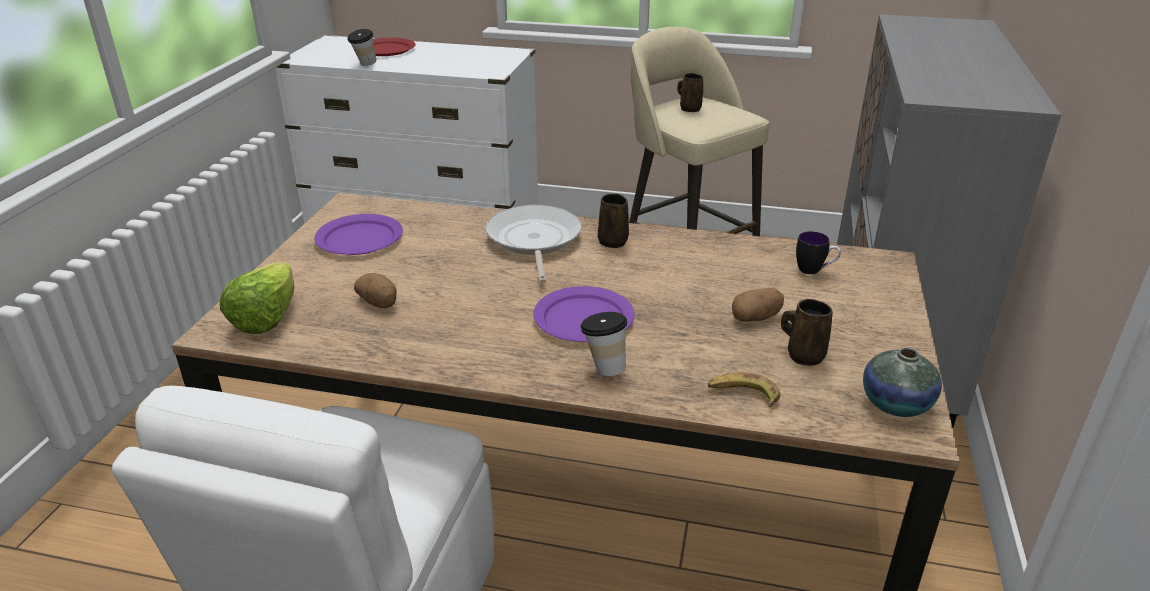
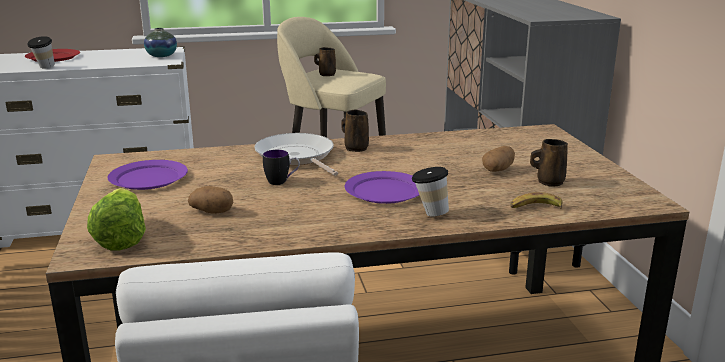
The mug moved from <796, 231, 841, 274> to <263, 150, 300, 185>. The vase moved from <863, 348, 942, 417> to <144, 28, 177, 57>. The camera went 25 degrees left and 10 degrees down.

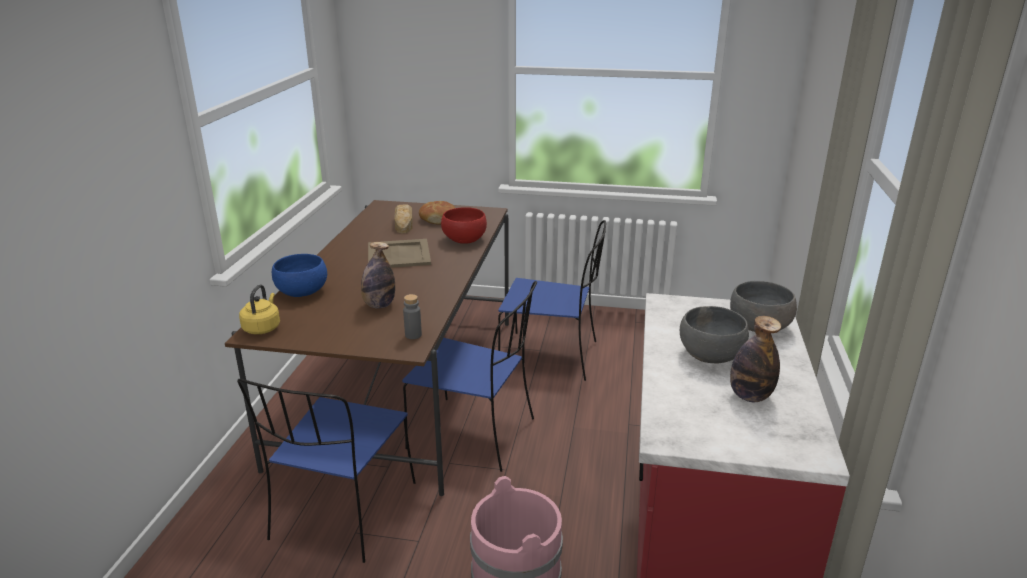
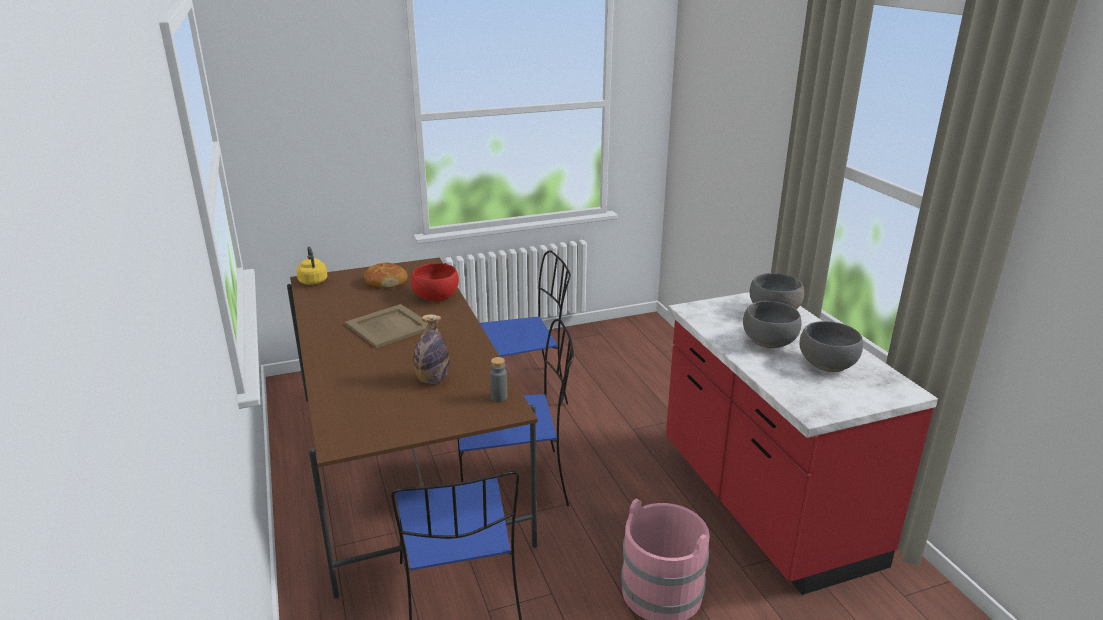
The pain at <394, 204, 413, 233> disappeared. The bol (bleu) at <272, 254, 327, 297> disappeared. The bouilloire (jaune) moved from <239, 284, 280, 334> to <296, 246, 327, 285>. The bouteille at <730, 316, 781, 402> was replaced by the bol (gris) at <799, 321, 863, 372>. The camera went 30 degrees left and 0 degrees up.

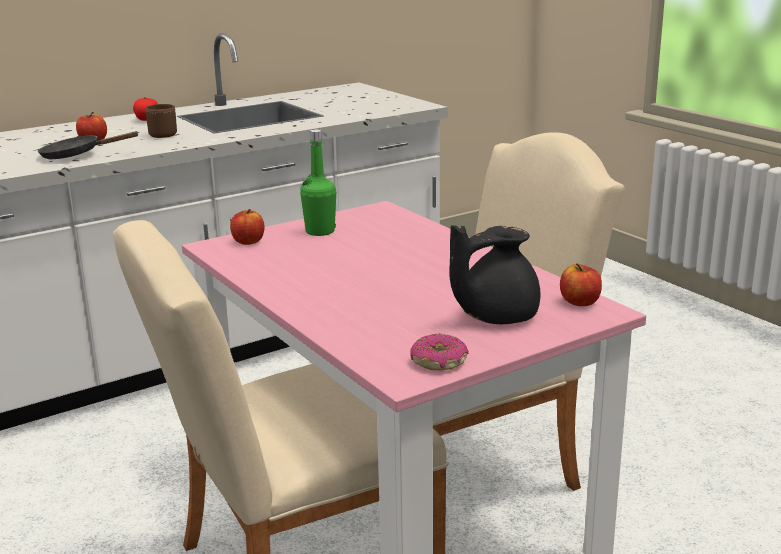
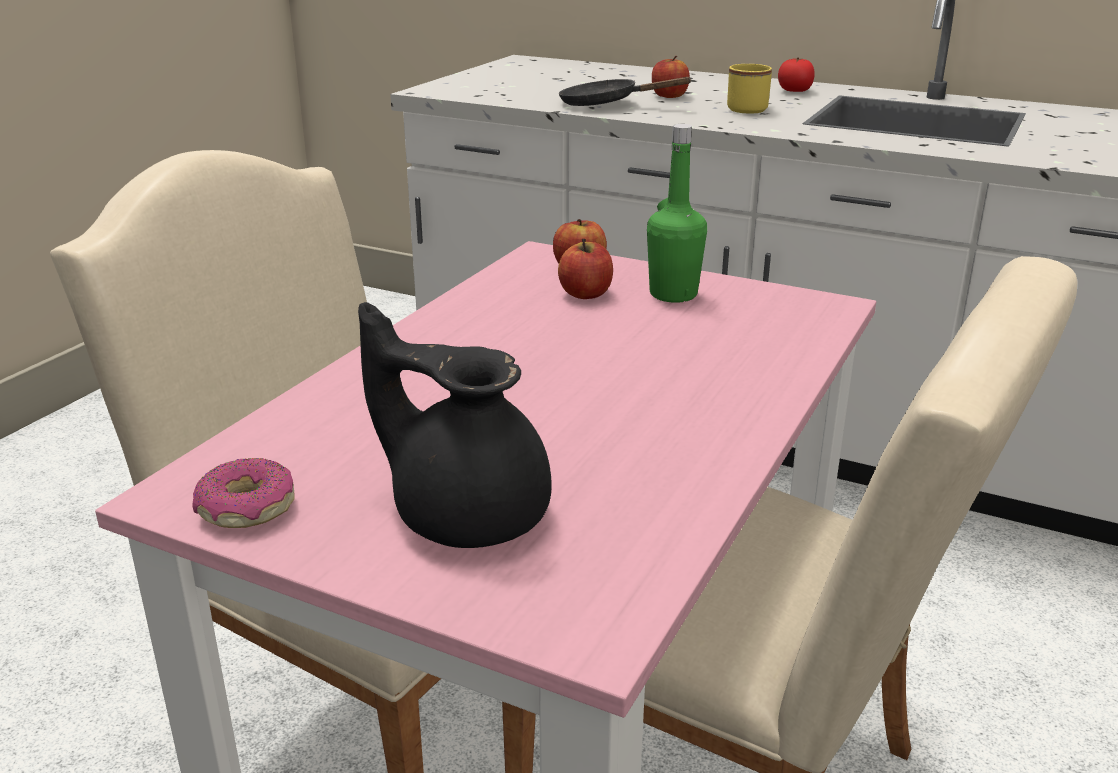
The mug (marron) at <145, 104, 177, 138> became the mug (jaune) at <727, 64, 772, 113>. The poêle (noir) at <38, 131, 139, 159> turned 45 degrees counterclockwise. The pomme moved from <560, 263, 602, 306> to <558, 239, 613, 299>. The camera went 60 degrees right and 5 degrees up.

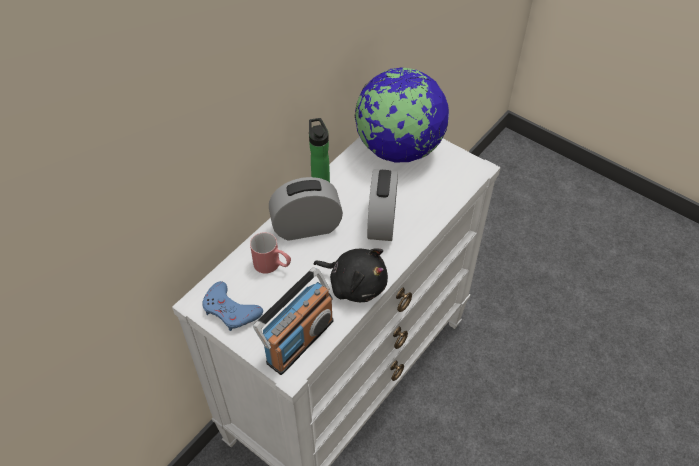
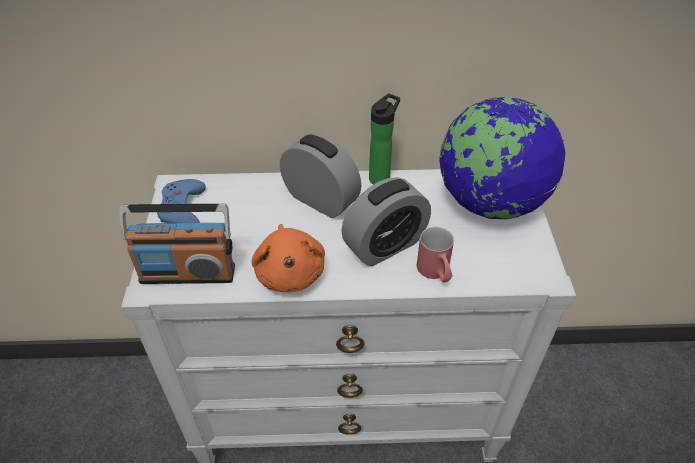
The mug (rouge) moved from <250, 232, 291, 274> to <417, 227, 454, 283>. The peluche (noir) at <314, 248, 388, 302> became the peluche (orange) at <252, 224, 325, 292>. The camera went 50 degrees right and 5 degrees down.

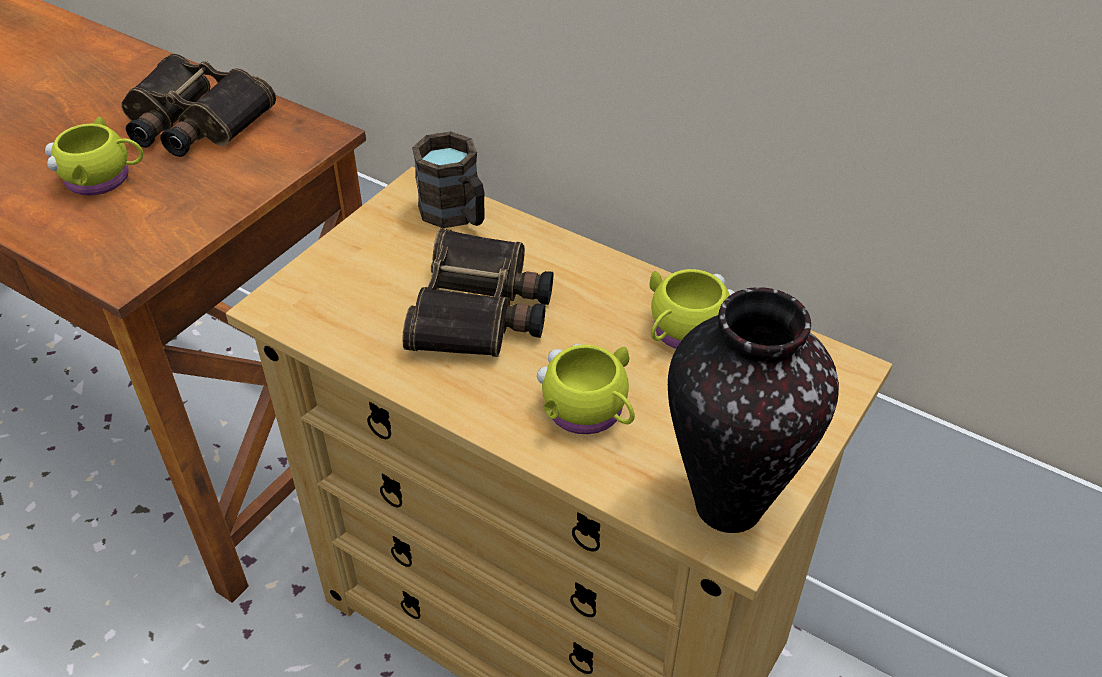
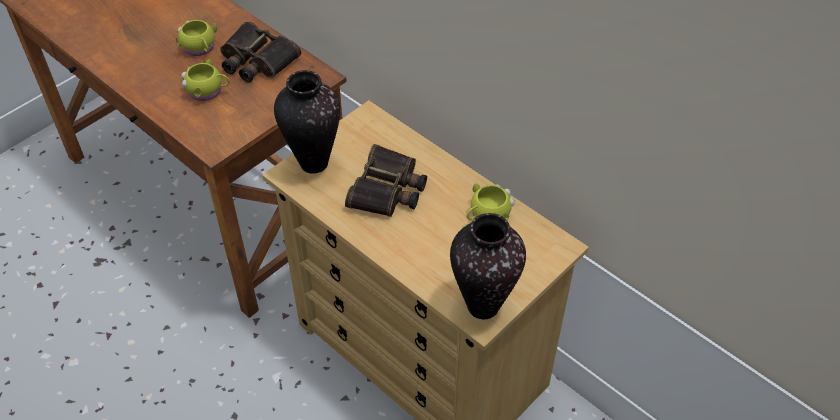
The mug (marron) at <412, 131, 485, 228> disappeared. The mug (jaune) moved from <537, 344, 635, 434> to <176, 20, 217, 56>. The vase at <274, 70, 341, 174> appeared. The camera went 10 degrees right and 5 degrees up.

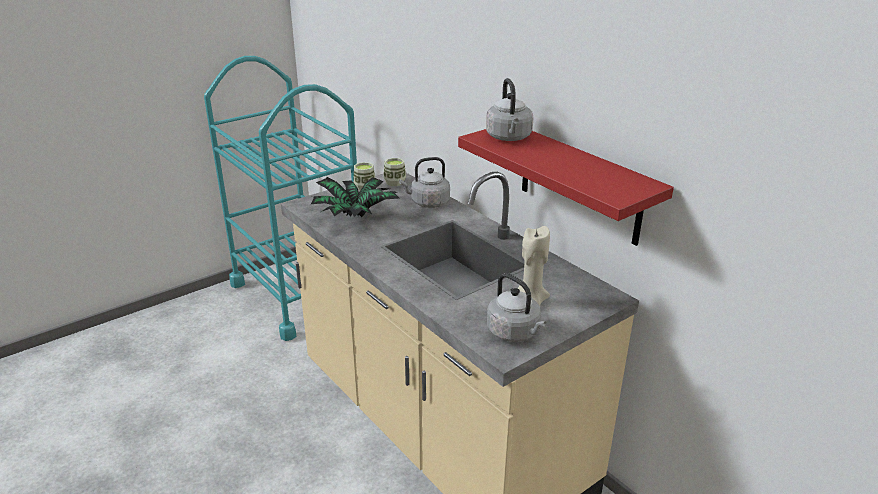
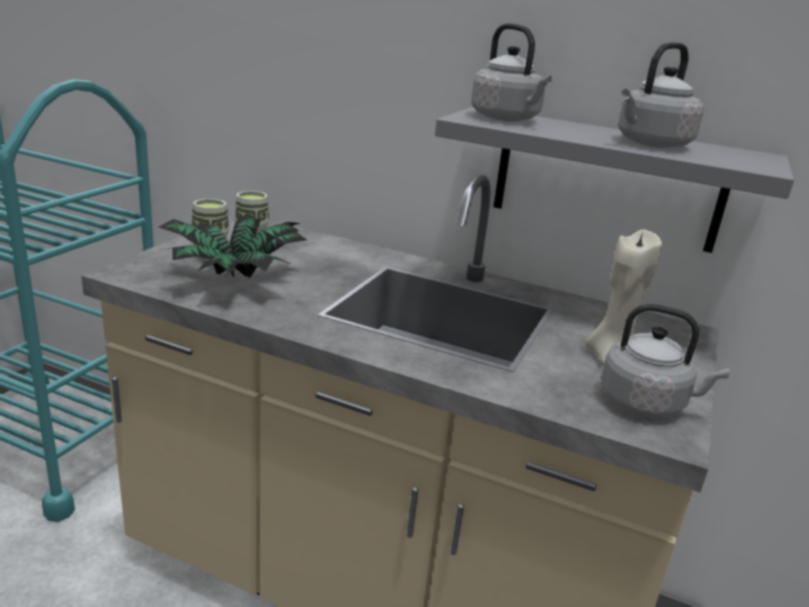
The étagère (rouge) at <458, 129, 674, 246> became the étagère (gris) at <435, 107, 794, 253>. The bouilloire (gris) moved from <399, 157, 450, 208> to <618, 42, 704, 148>. The camera went 30 degrees left and 5 degrees down.

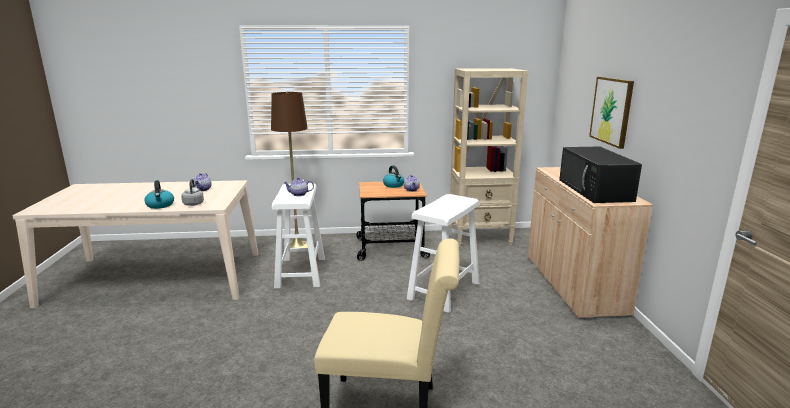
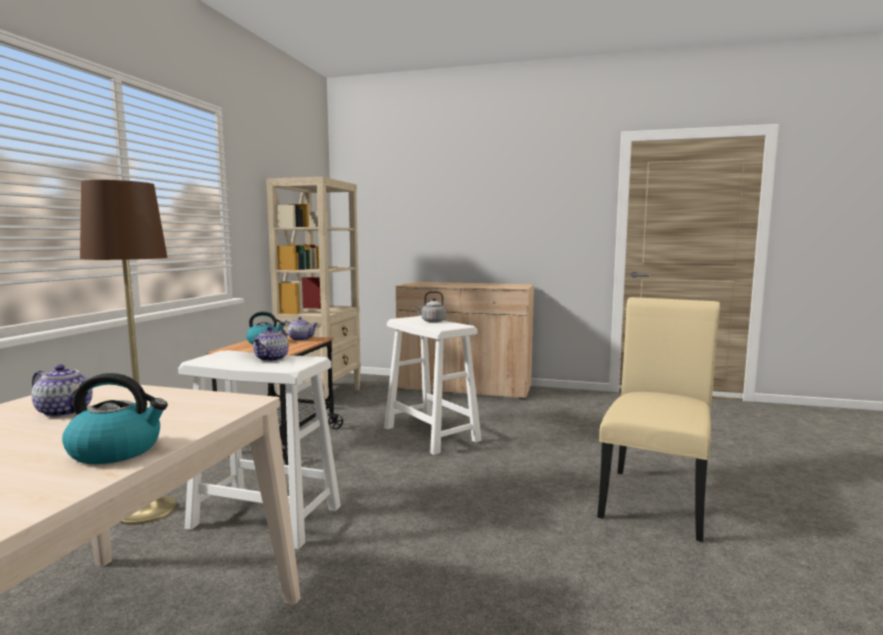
The tableau at <589, 77, 634, 149> disappeared. The micro-ondes (noir) at <559, 147, 642, 203> disappeared. The bouilloire (gris) moved from <181, 179, 204, 206> to <415, 291, 446, 323>. The camera went 70 degrees left and 10 degrees down.

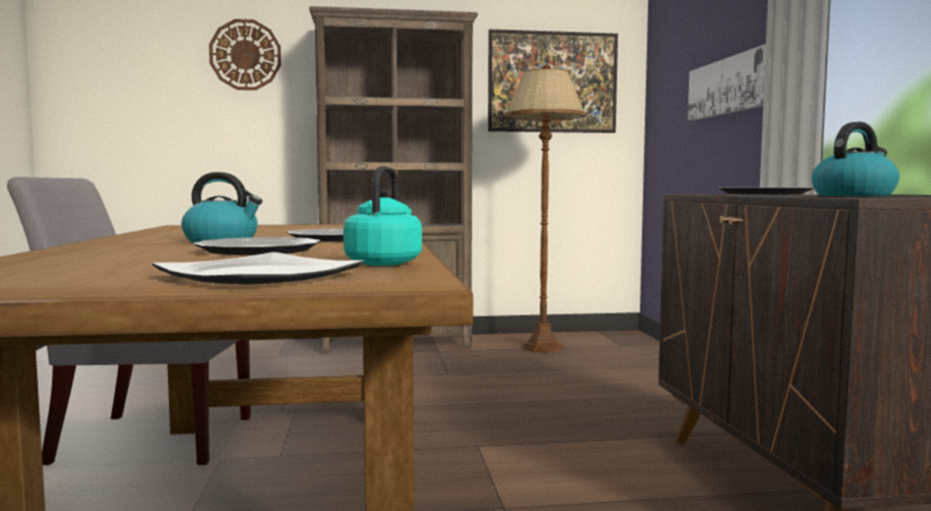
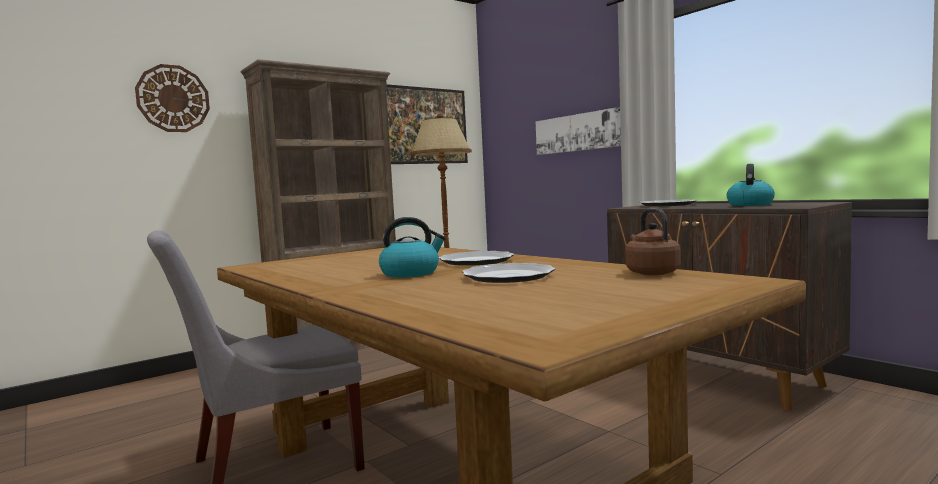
The bouilloire (turquoise) at <343, 166, 422, 266> became the bouilloire (marron) at <625, 208, 681, 275>. The assiette at <152, 252, 364, 285> disappeared. The camera went 30 degrees left and 0 degrees up.

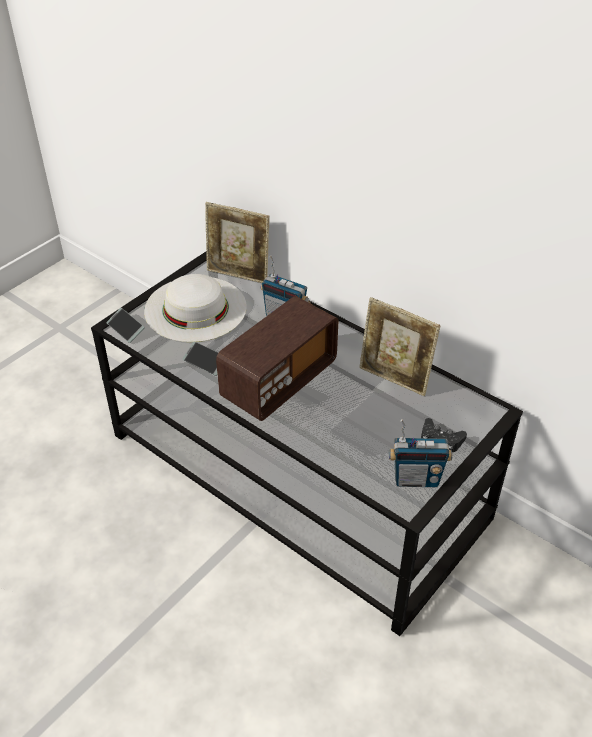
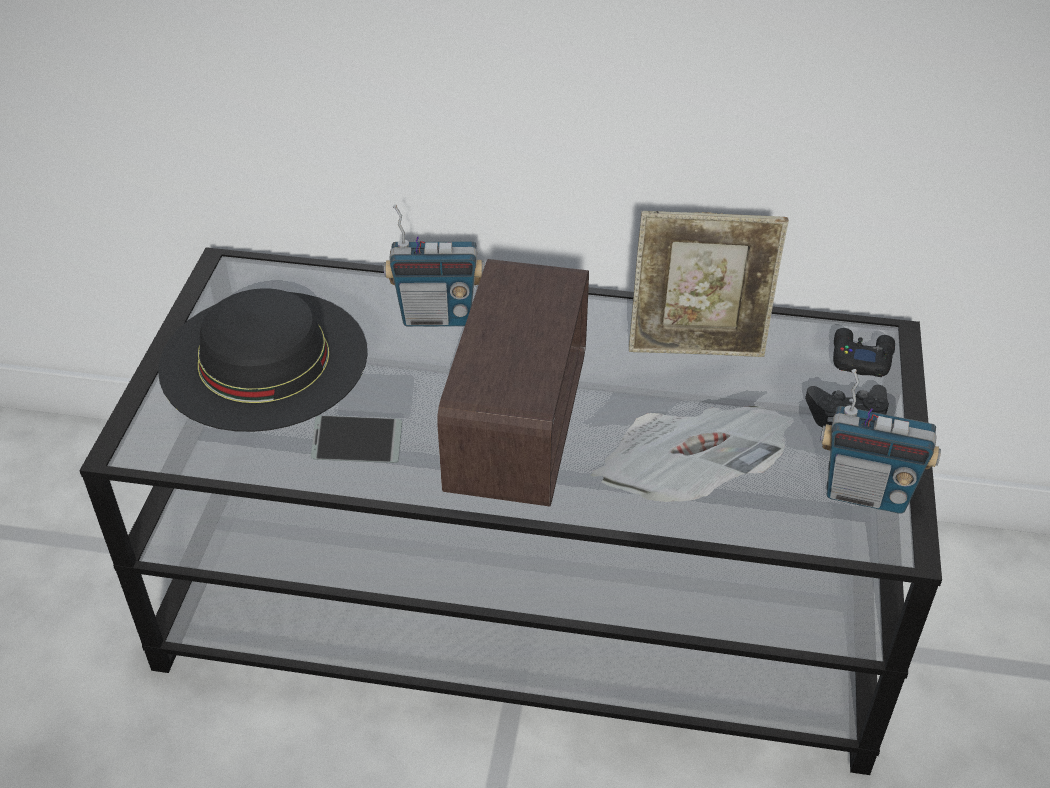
The cadre photo at <205, 202, 270, 283> disappeared. The chapeau (blanc) at <144, 274, 247, 342> became the chapeau (noir) at <158, 288, 367, 432>. The téléphone at <107, 308, 145, 343> disappeared. The radio at <389, 419, 452, 487> turned 45 degrees clockwise. The manette (noir) at <833, 328, 895, 377> appeared. The journal at <591, 406, 794, 502> appeared. The camera went 30 degrees left and 0 degrees up.

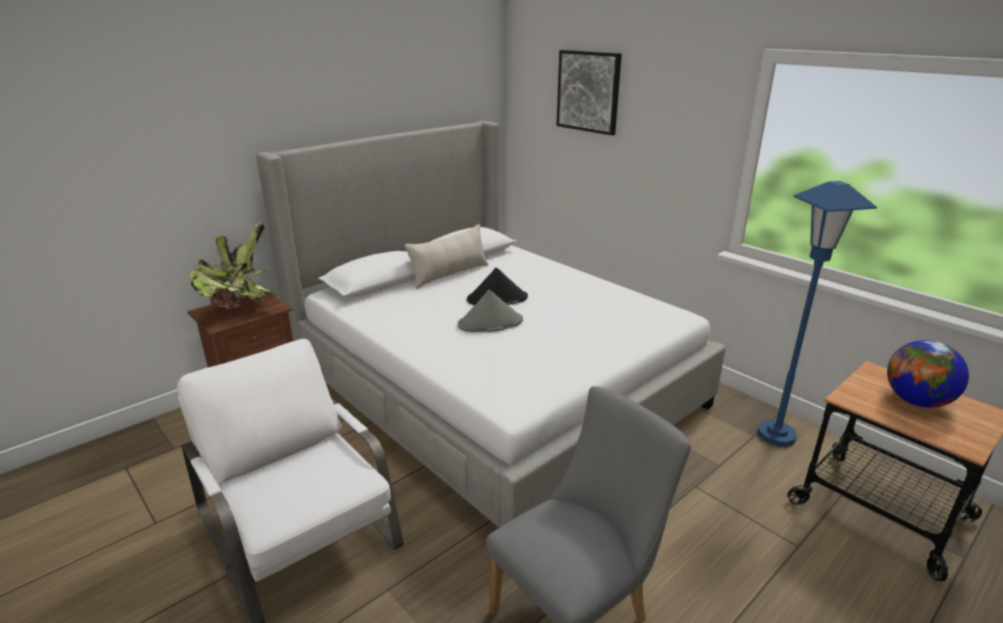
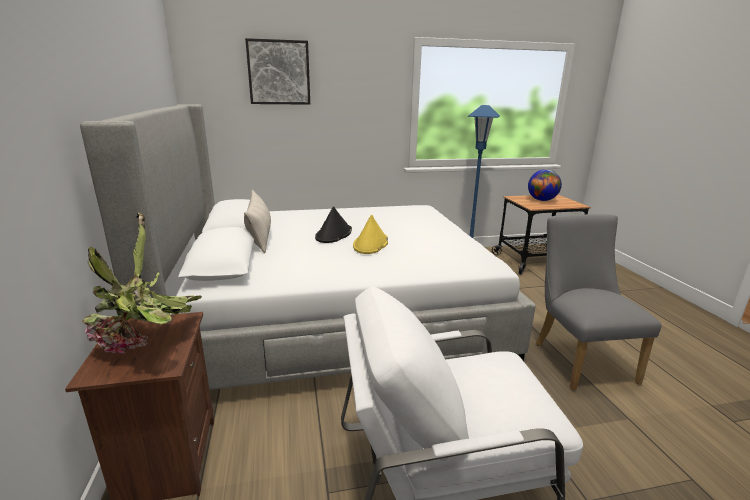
The chapeau (gris) at <457, 290, 523, 332> became the chapeau (jaune) at <353, 215, 388, 254>. The camera went 60 degrees left and 5 degrees down.

